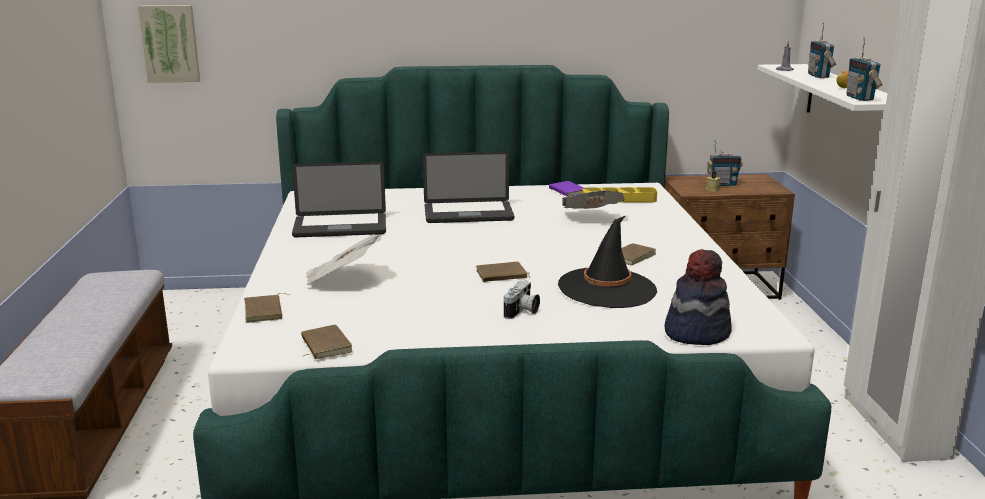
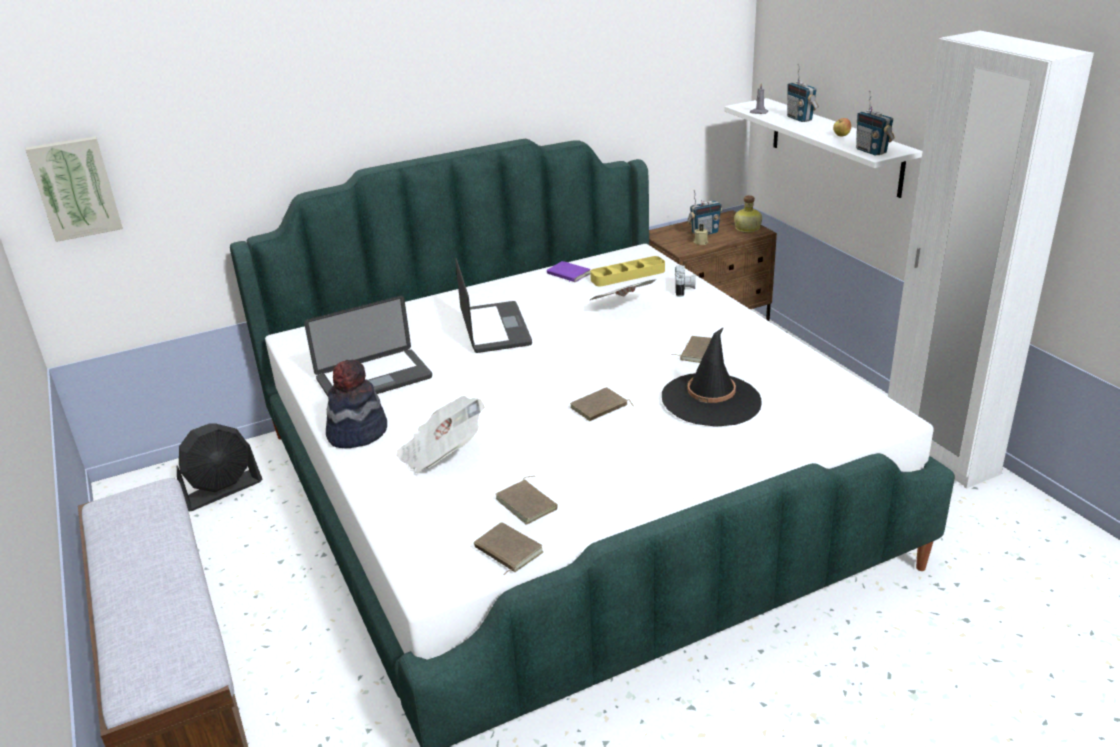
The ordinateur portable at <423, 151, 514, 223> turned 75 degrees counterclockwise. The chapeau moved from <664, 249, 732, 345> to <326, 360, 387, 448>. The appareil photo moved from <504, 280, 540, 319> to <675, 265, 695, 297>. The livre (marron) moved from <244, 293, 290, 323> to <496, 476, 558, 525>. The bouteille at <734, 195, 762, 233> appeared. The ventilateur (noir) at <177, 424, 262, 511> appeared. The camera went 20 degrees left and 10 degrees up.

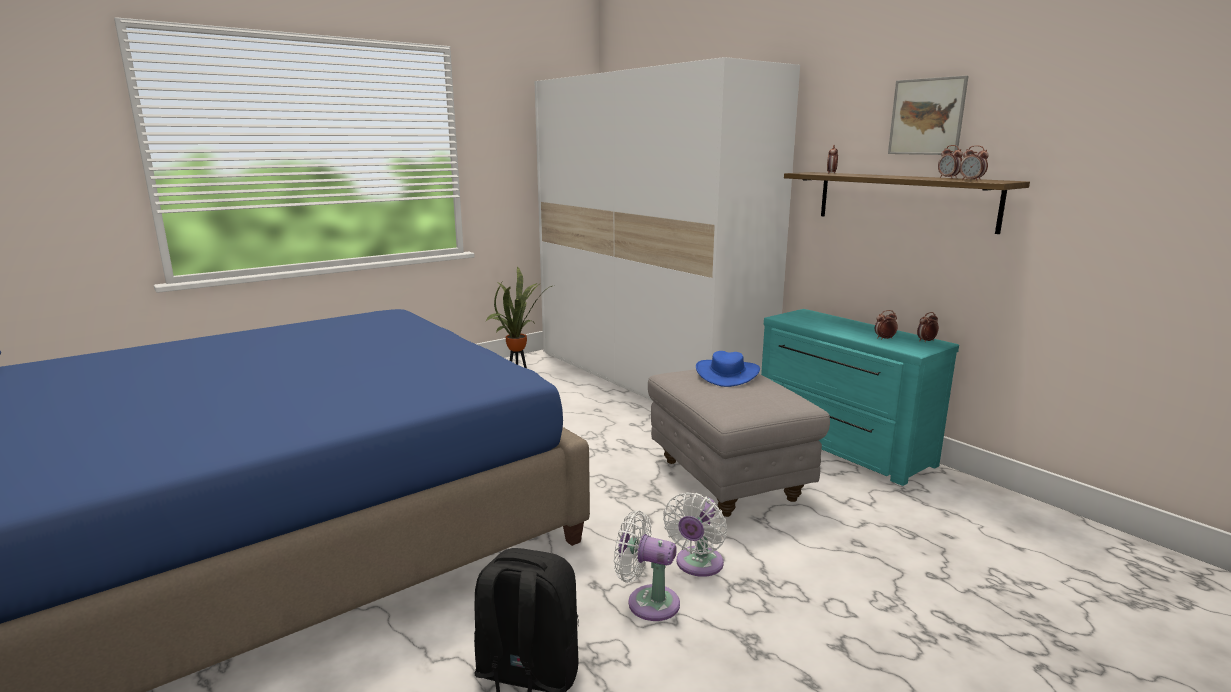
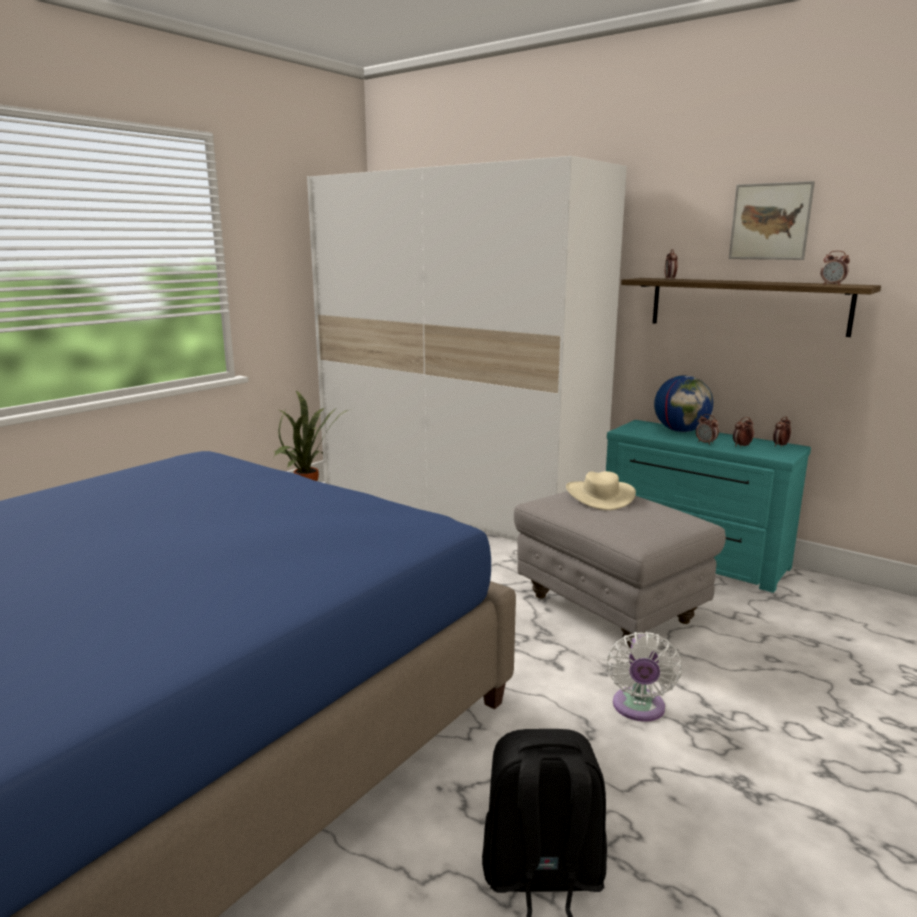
The réveil moved from <938, 145, 963, 178> to <696, 414, 719, 445>. The chapeau (bleu) at <696, 351, 760, 387> became the chapeau (beige) at <566, 471, 636, 510>. The ventilateur (blanc) at <614, 511, 680, 621> disappeared. The globe at <654, 375, 713, 432> appeared. The camera went 15 degrees left and 0 degrees up.

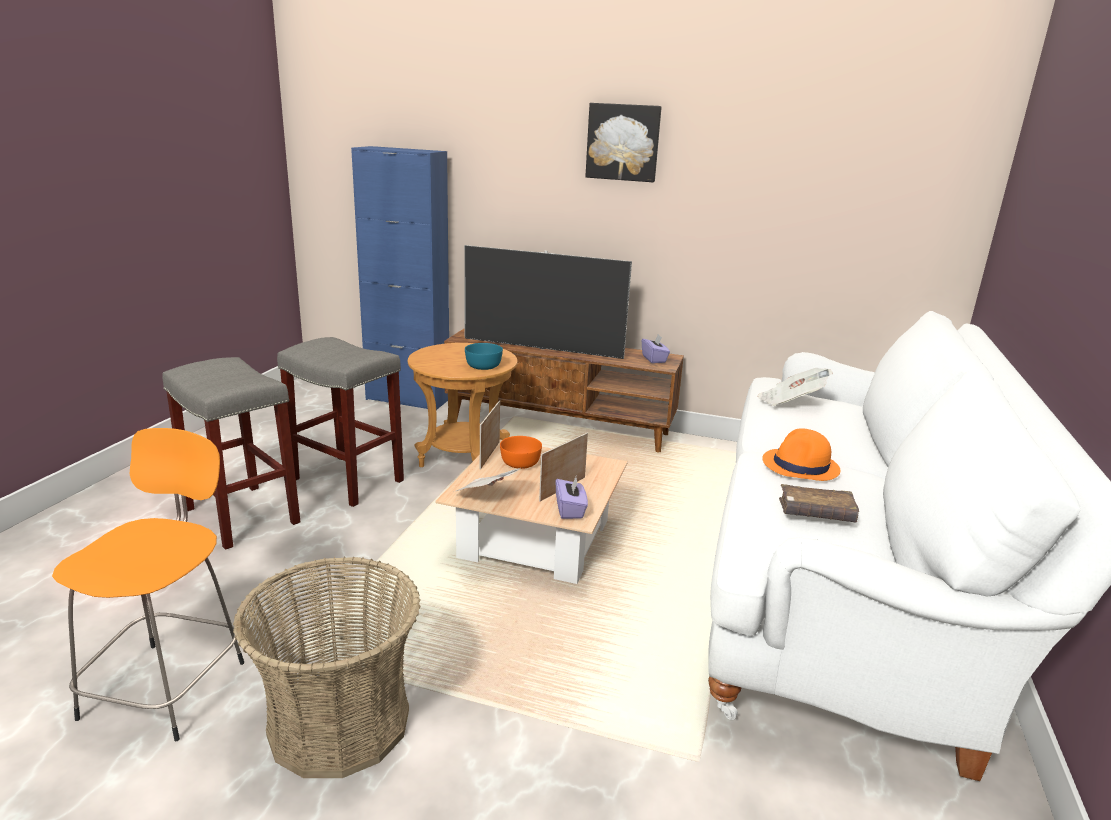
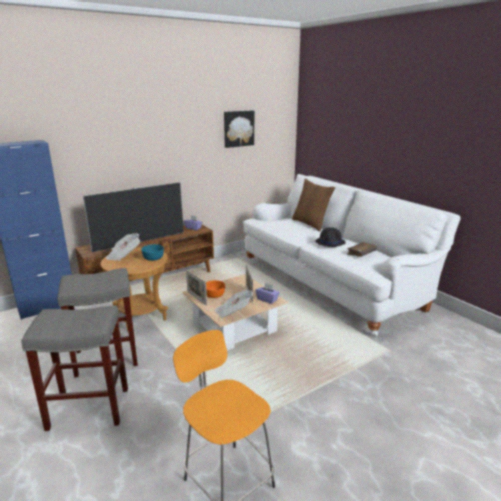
The tableau moved from <585, 103, 662, 182> to <224, 111, 254, 148>. The journal moved from <757, 368, 833, 406> to <106, 233, 140, 261>. The chapeau (orange) at <762, 428, 841, 481> became the chapeau (noir) at <315, 227, 345, 247>. The panier at <233, 556, 421, 778> disappeared. The coussin (marron) at <292, 178, 335, 231> appeared. The camera went 50 degrees left and 0 degrees up.

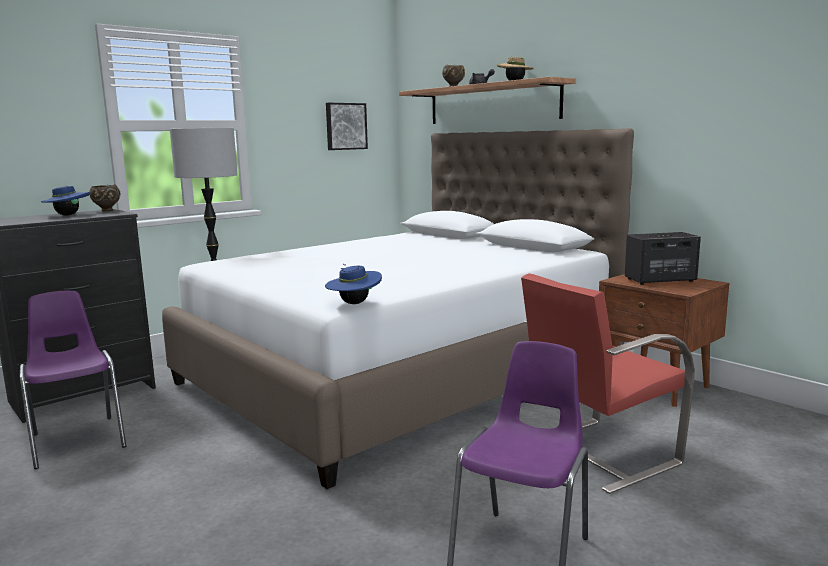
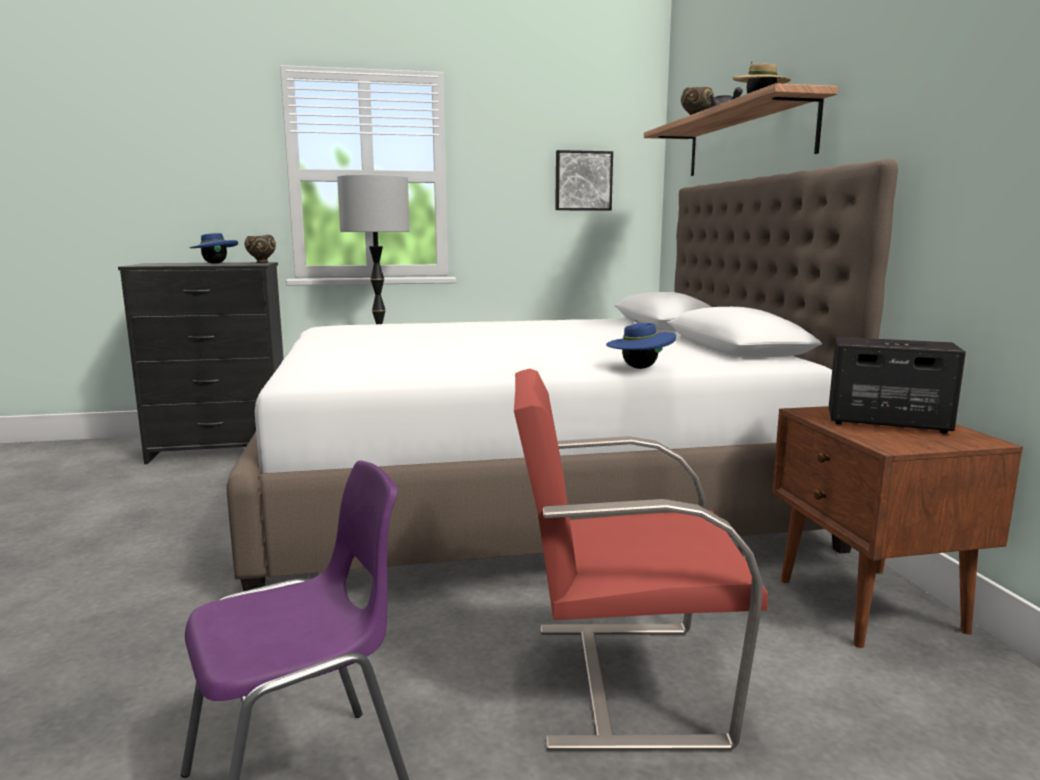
The chapeau (bleu) moved from <325, 264, 382, 304> to <606, 320, 676, 369>. The chaise (violet) at <19, 291, 126, 469> disappeared. The camera went 30 degrees right and 0 degrees up.

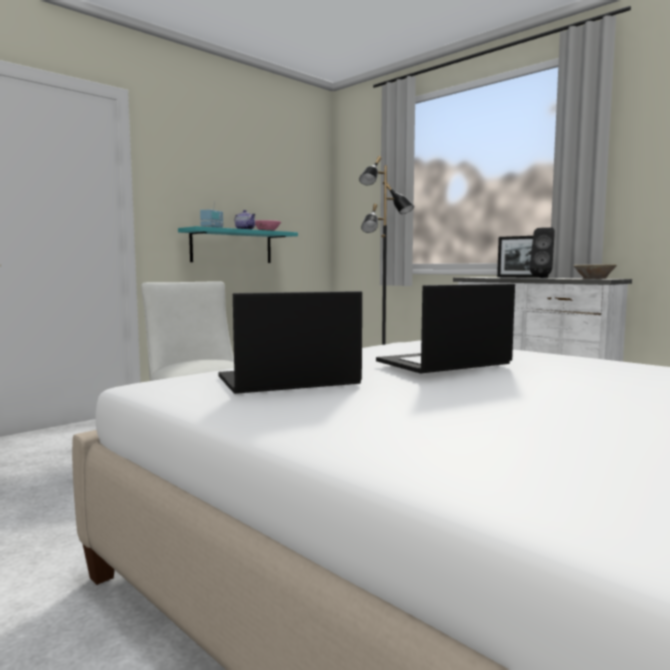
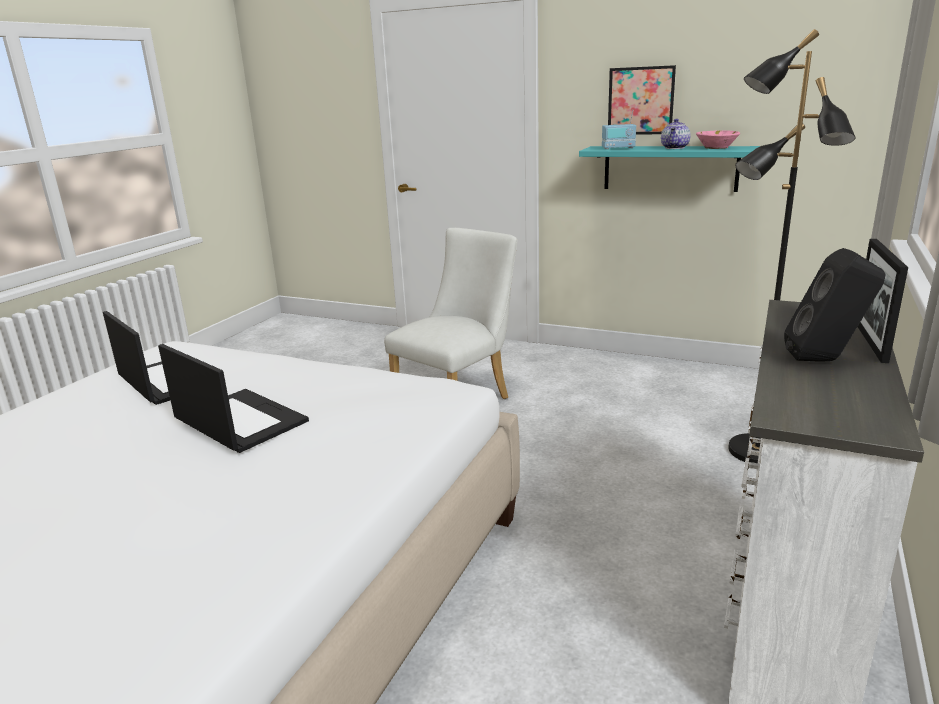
The bol (beige) at <574, 264, 617, 279> disappeared. The tableau at <608, 65, 676, 134> appeared. The camera went 70 degrees right and 15 degrees up.

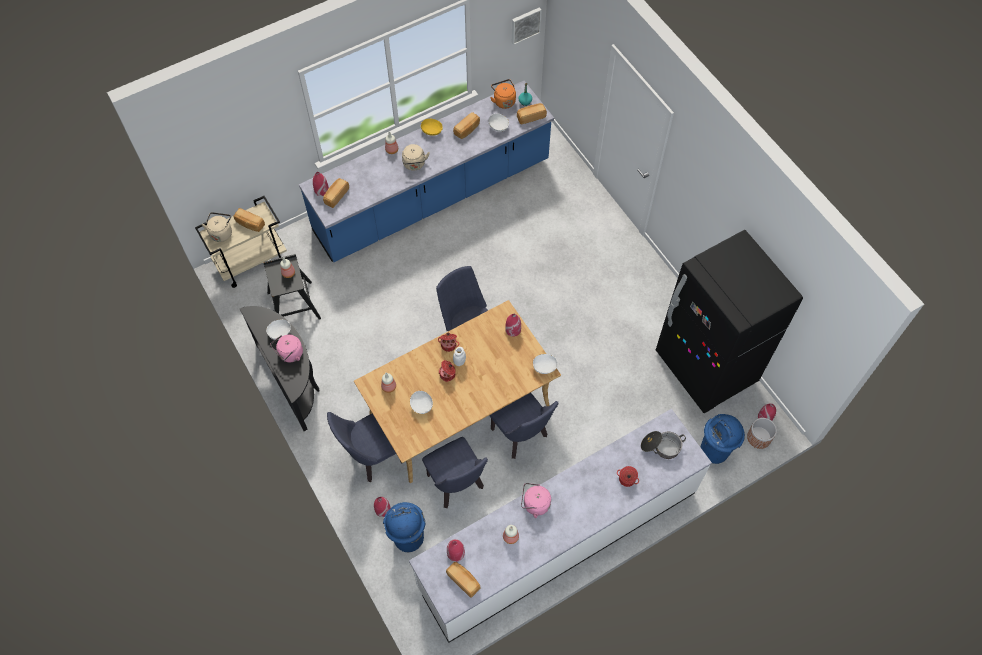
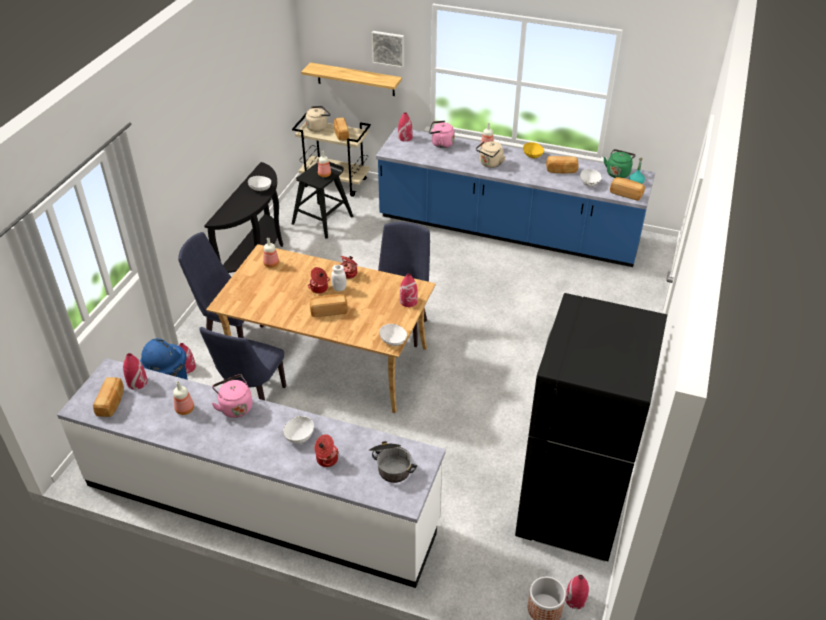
The tableau moved from <512, 7, 542, 45> to <372, 31, 404, 68>. The bouilloire (orange) at <490, 79, 516, 109> became the bouilloire (vert) at <603, 149, 636, 178>. The pain moved from <323, 178, 349, 208> to <310, 294, 348, 317>. The bouilloire (rose) moved from <270, 335, 303, 362> to <429, 120, 455, 148>. The bol (blanc) moved from <410, 391, 433, 414> to <283, 416, 314, 444>. The chaise (bleu) at <489, 393, 558, 459> disappeared. The poubelle (bleu) at <701, 414, 745, 464> disappeared. The étagère at <301, 62, 402, 96> appeared. The camera went 50 degrees right and 20 degrees down.

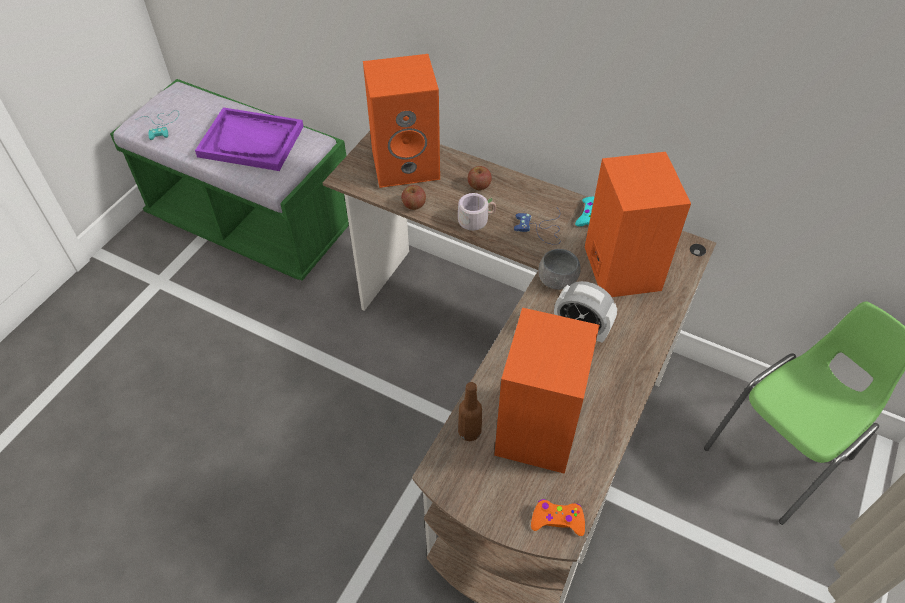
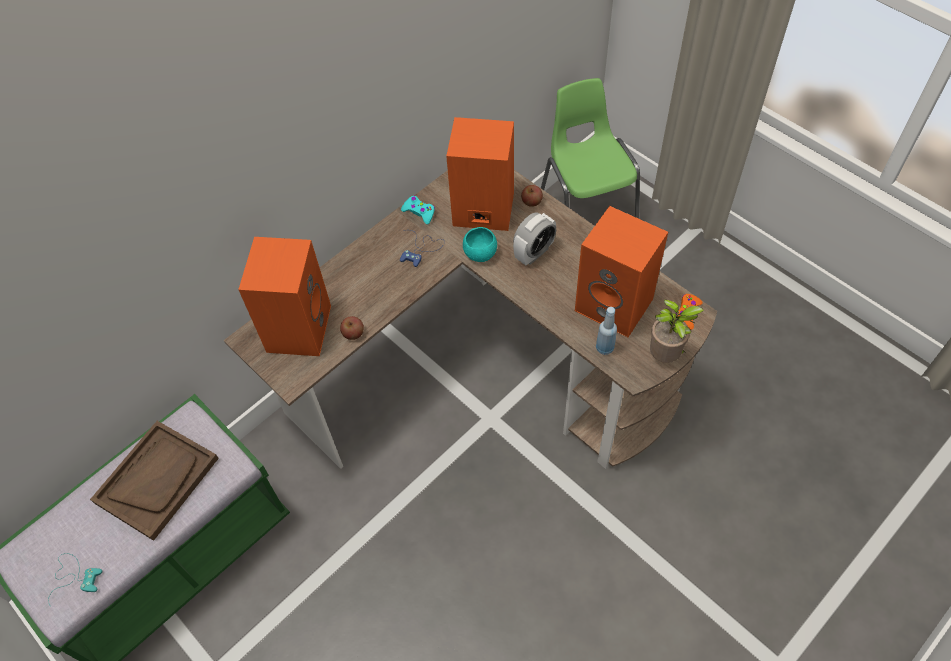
The plateau (violet) at <195, 107, 304, 171> became the plateau (marron) at <90, 421, 219, 541>. The pomme moved from <468, 166, 492, 190> to <521, 185, 543, 207>. The mug (gris) at <453, 193, 496, 231> disappeared. The bol (gris) at <539, 249, 581, 290> became the bol (turquoise) at <463, 227, 497, 262>. The bouteille (marron) at <458, 382, 482, 441> became the bouteille (bleu) at <596, 307, 617, 355>. The plante en pot at <650, 299, 704, 363> appeared. The camera went 70 degrees left and 5 degrees up.

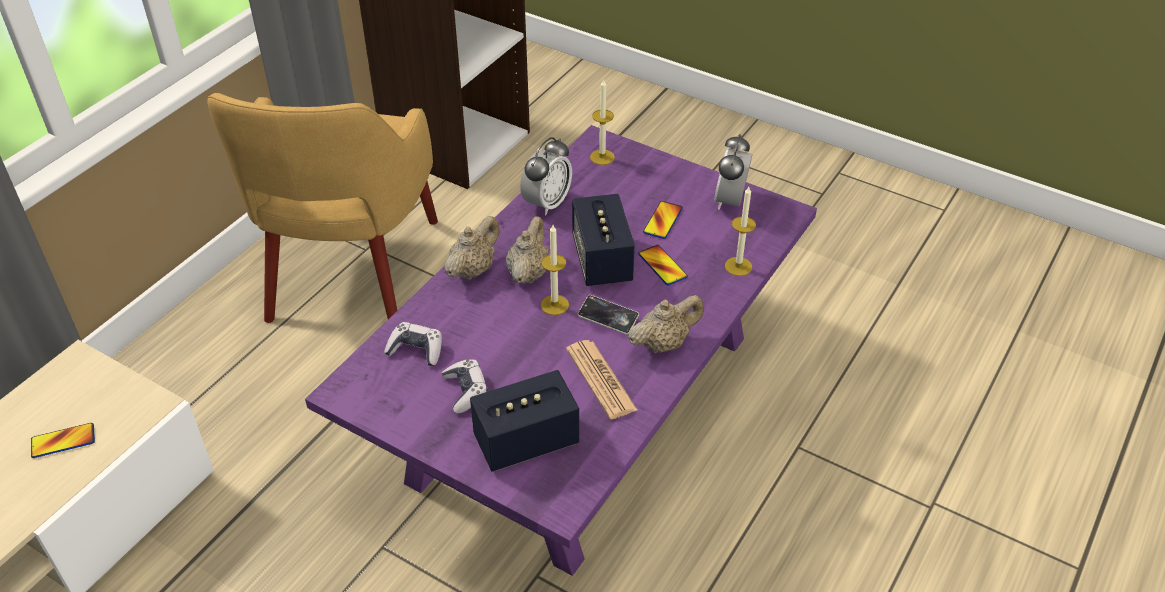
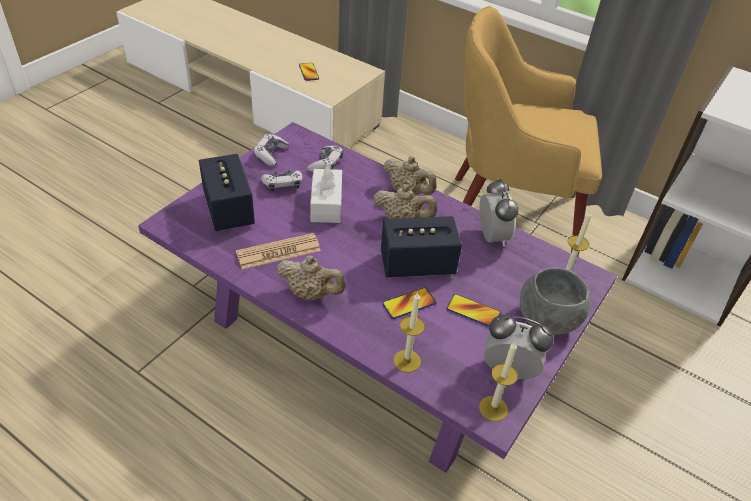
The réveil at <520, 137, 572, 215> turned 135 degrees counterclockwise. The bougie moved from <541, 225, 569, 315> to <479, 342, 518, 421>. The téléphone at <578, 295, 639, 335> disappeared. The théière (beige) at <628, 295, 704, 353> turned 45 degrees counterclockwise. The manette at <254, 134, 289, 166> appeared. The boîte à mouchoirs (blanc) at <310, 164, 342, 223> appeared. The bol (gris) at <520, 267, 590, 335> appeared. The camera went 90 degrees right and 0 degrees up.

